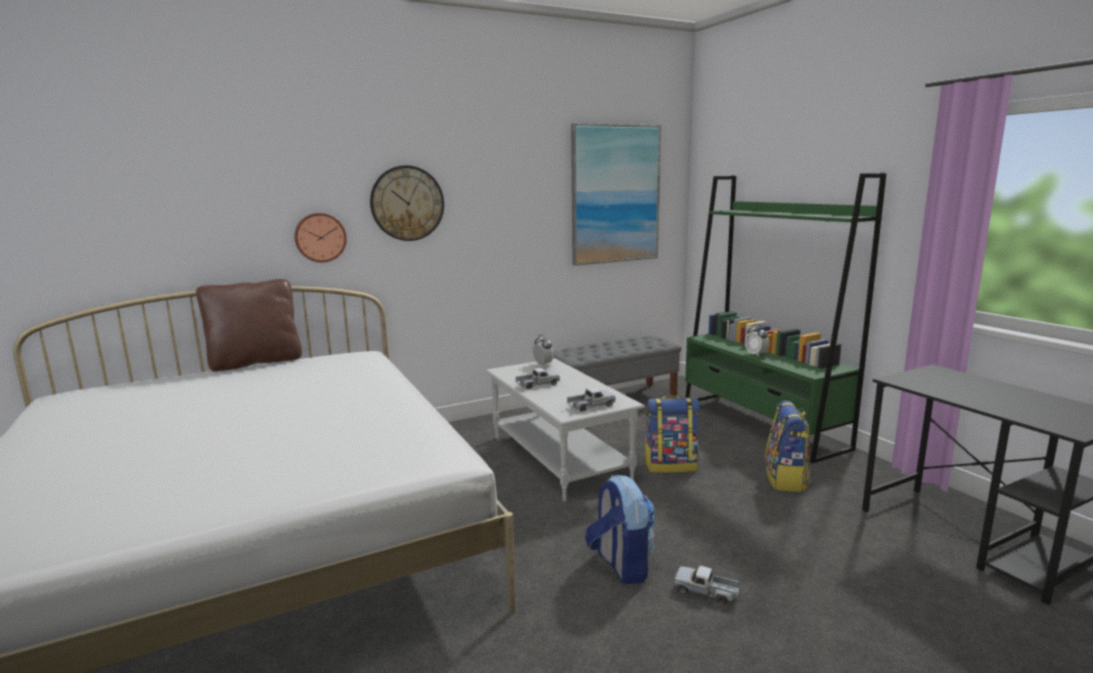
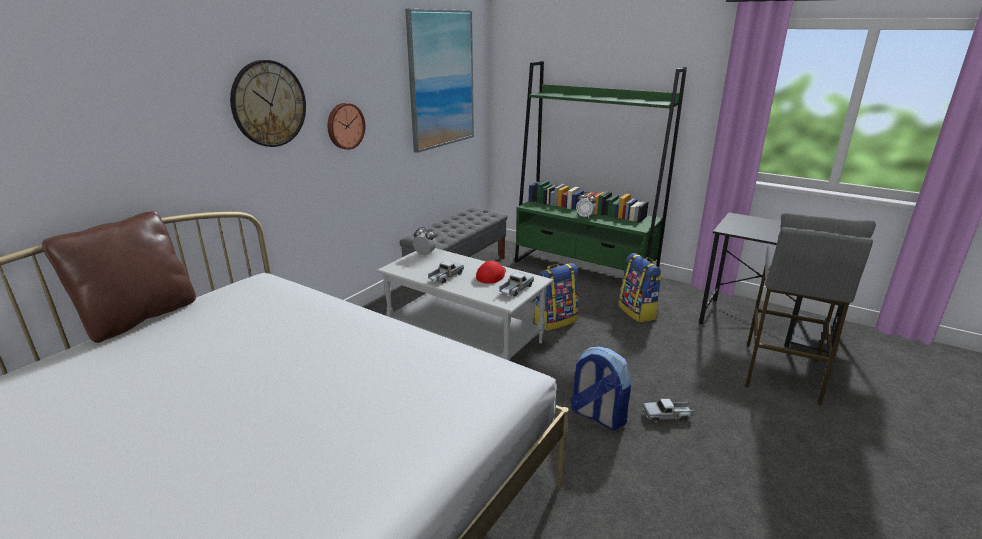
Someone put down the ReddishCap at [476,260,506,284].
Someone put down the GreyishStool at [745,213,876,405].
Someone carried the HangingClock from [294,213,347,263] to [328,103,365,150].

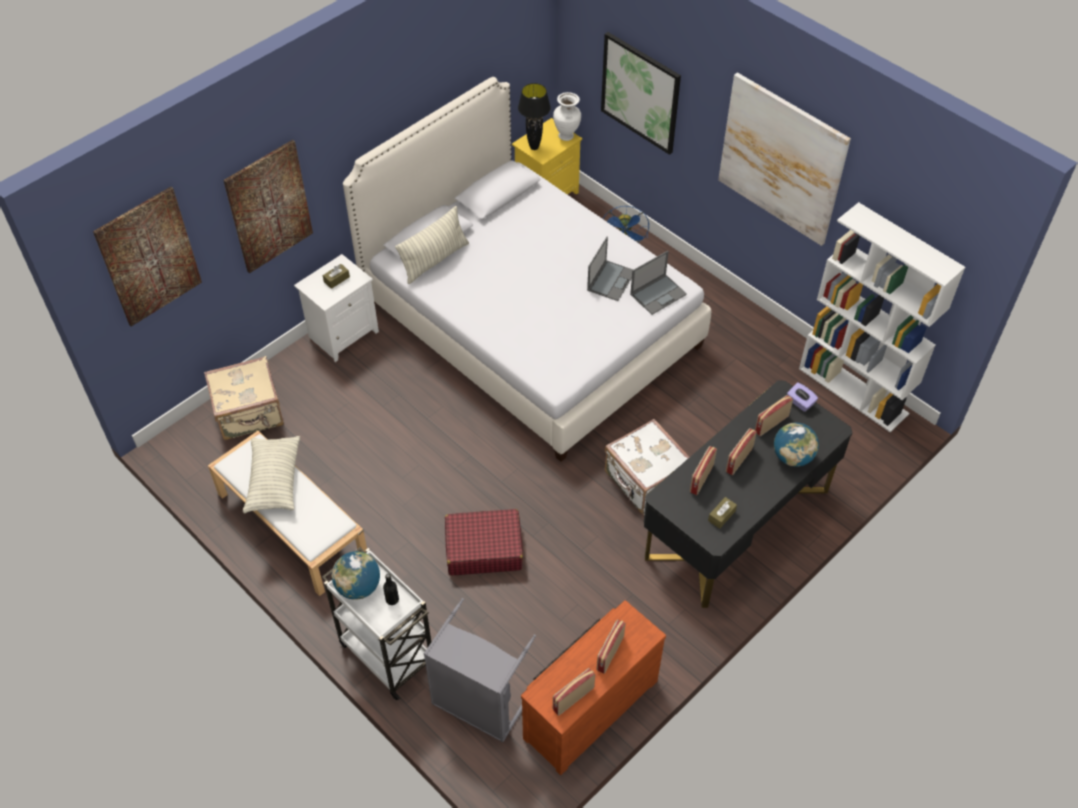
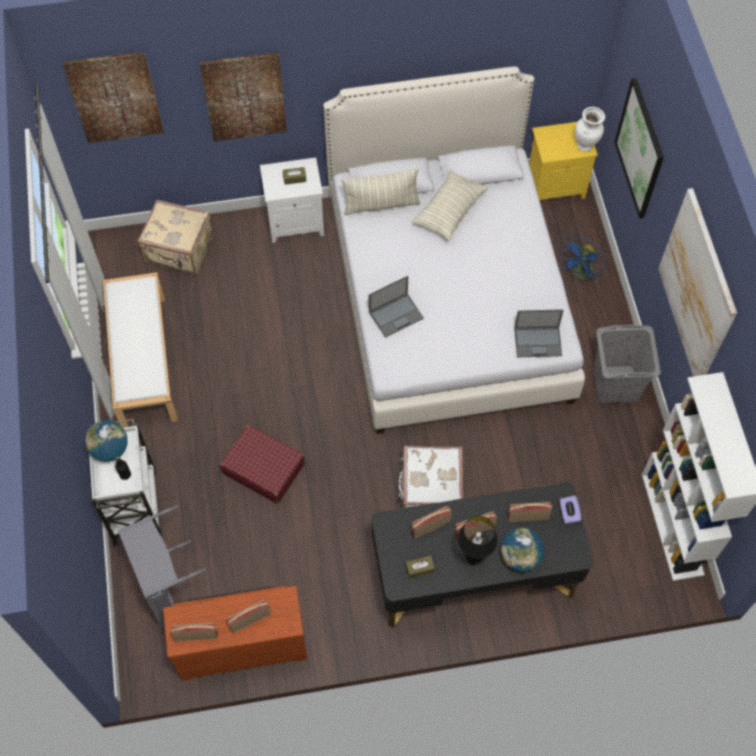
Someone put down the GreyishLaundryBasket at [594,325,661,403].
Someone carried the Pillow from [243,436,300,513] to [412,170,488,241].
Someone carried the BlackColouredLampForATable from [518,83,551,150] to [457,516,498,565].
Someone carried the NotebookComputer from [587,237,633,301] to [368,276,424,337].

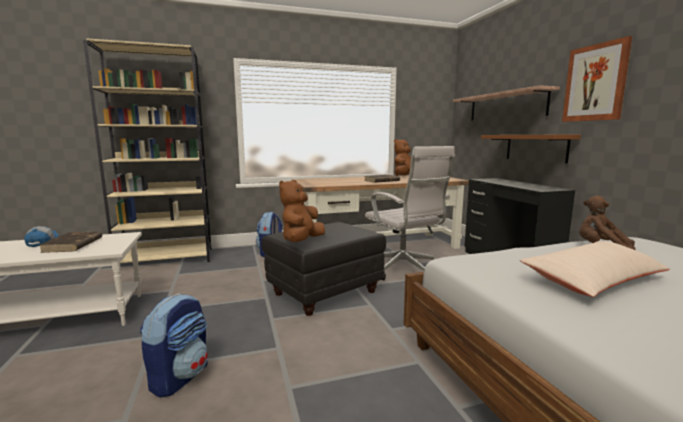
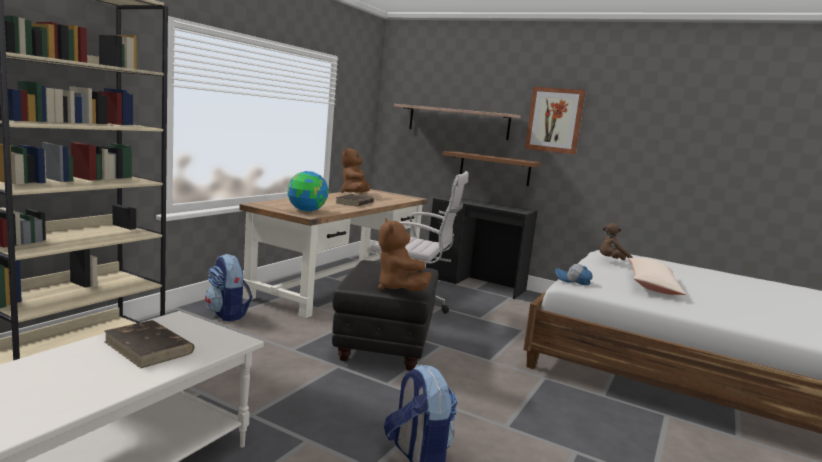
Someone put down the Globe at [287,171,328,212].
Someone carried the Cap from [24,226,59,247] to [555,264,593,285].

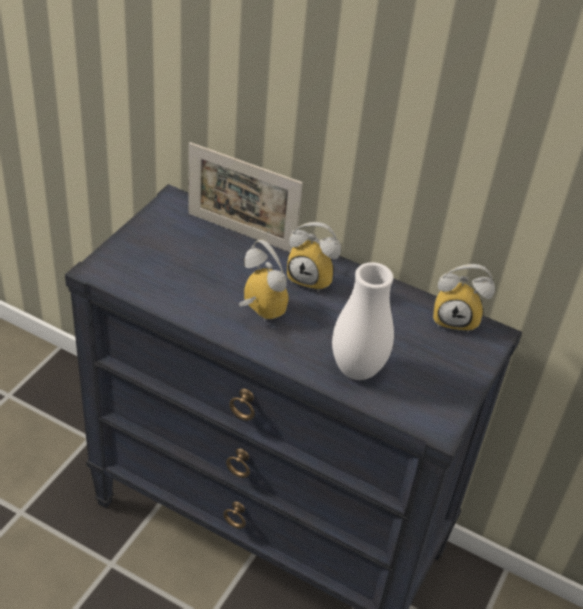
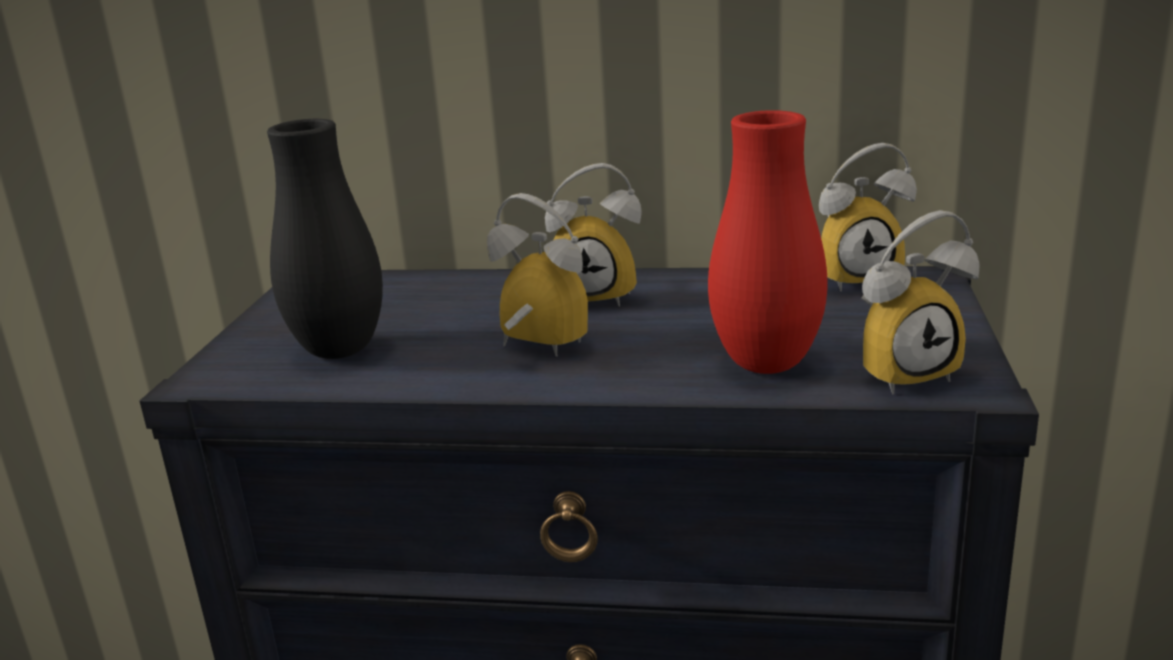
Someone took away the PictureFrame at [188,142,303,252].
Someone put down the BlackColouredDecorativeVase at [267,119,383,359].
Someone put down the BedsideClock at [861,210,980,394].
Someone repainted the WhitishDecorativeVase at [332,262,394,380], which became the ReddishDecorativeVase at [708,110,828,374].

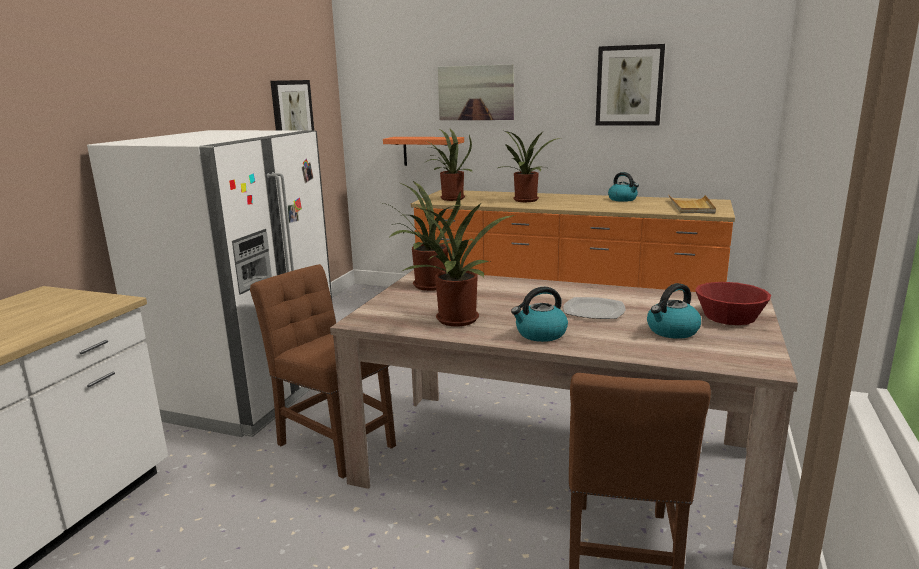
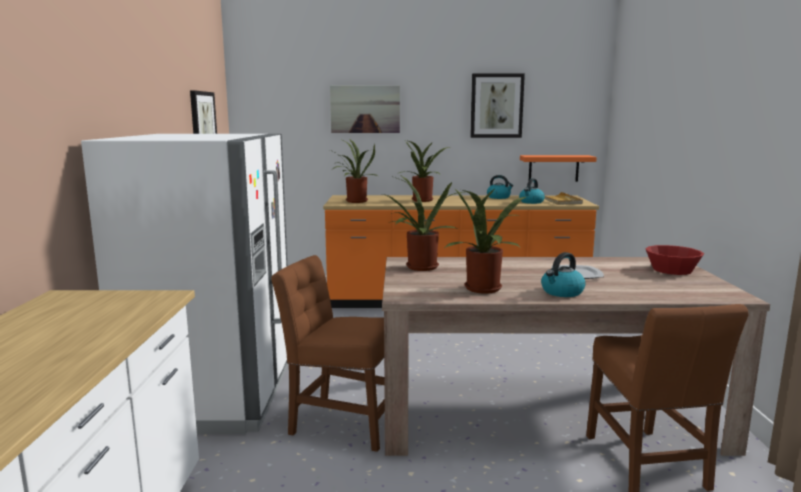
Someone carried the OrangeWallShelf from [383,137,464,166] to [520,155,597,182].
Someone carried the TeaKettle from [647,283,701,339] to [519,178,545,204].

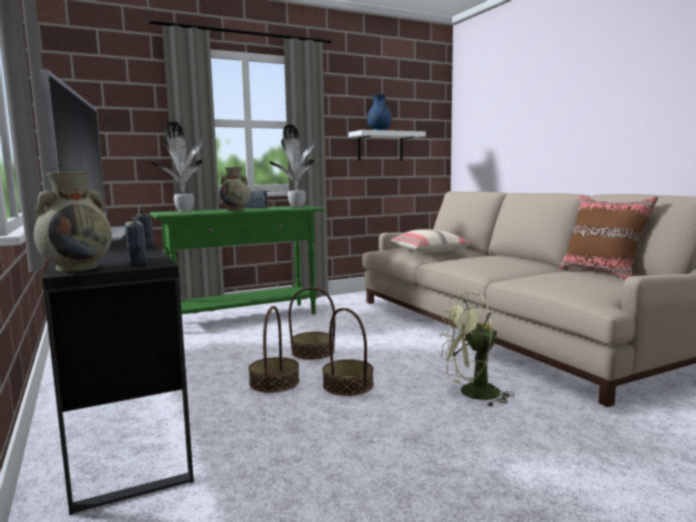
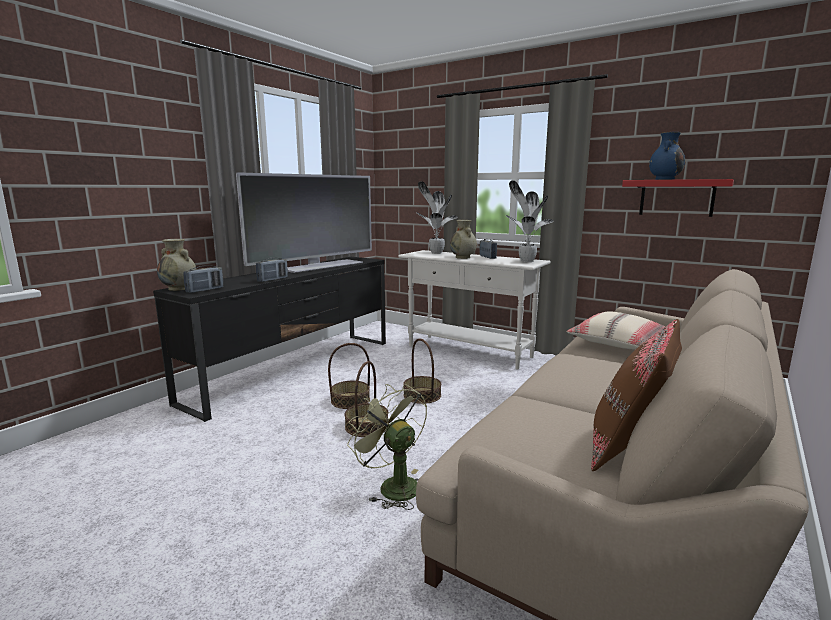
Someone repainted the GreenColouredHallTable at [150,206,325,314], which became the WhitishHallTable at [398,250,551,370].
Someone repainted the WhitishWallShelf at [349,130,426,161], which became the ReddishWallShelf at [622,179,734,217].

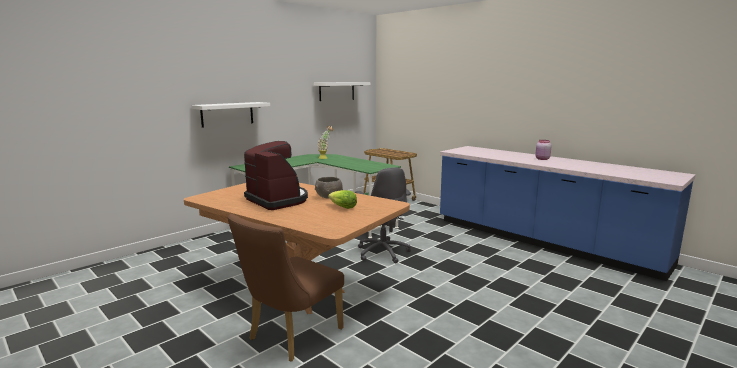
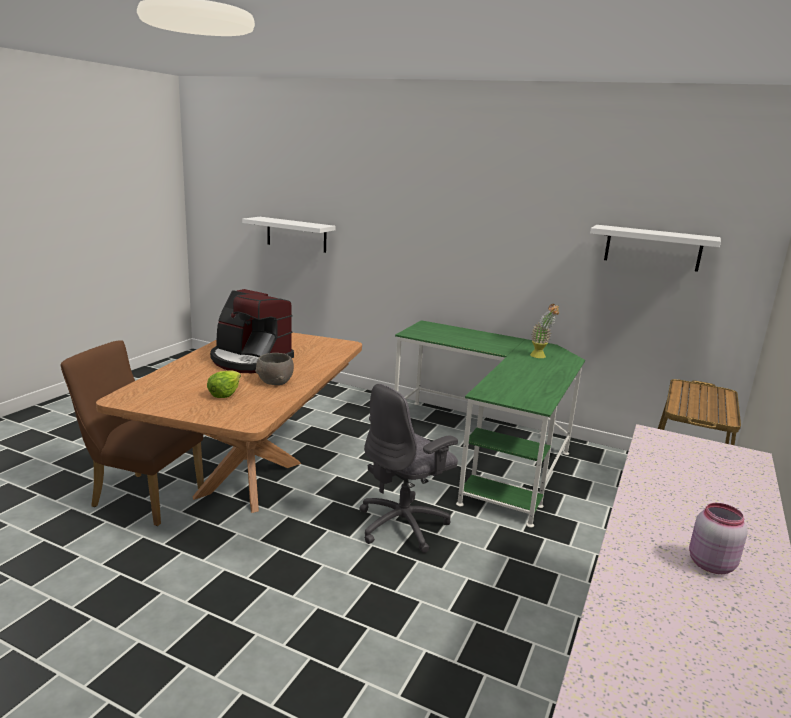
Someone carried the WhitishWallShelf from [191,102,270,127] to [242,217,336,253].
Someone rotated the CoffeeMachine at [244,141,308,210] by 90 degrees clockwise.

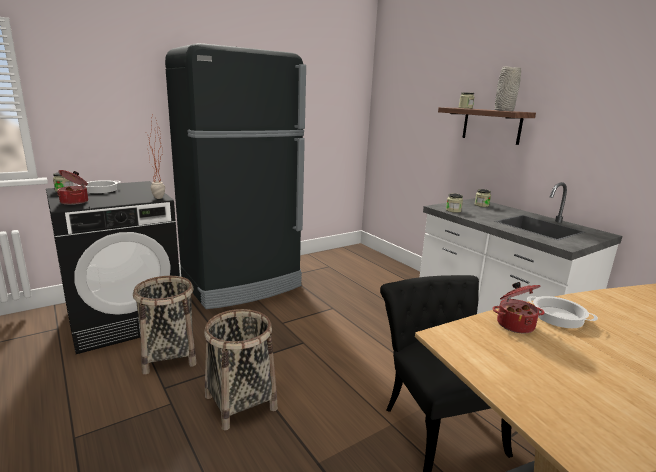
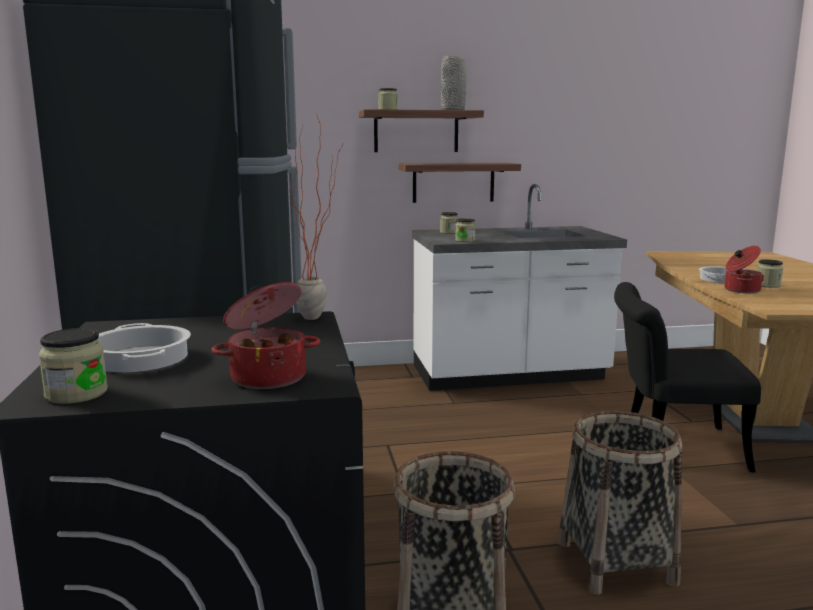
Someone put up the WallShelf at [399,163,521,203].
Someone put down the PreserveJar at [757,259,783,288].

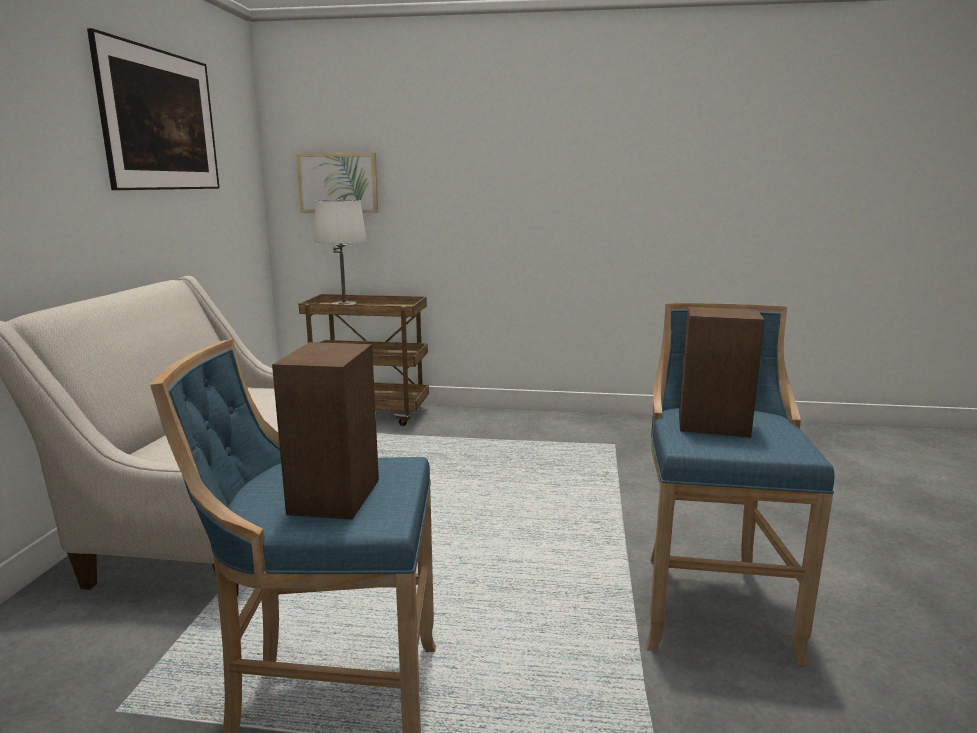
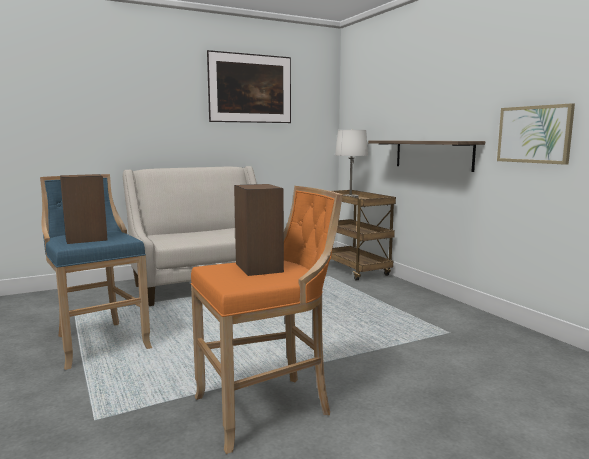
Someone put up the WallShelf at [368,141,485,172].
Someone carried the WallPicture from [296,153,378,213] to [497,103,575,165].
Someone repainted the BluishStool at [646,303,834,666], which became the OrangeStool at [191,186,343,454].

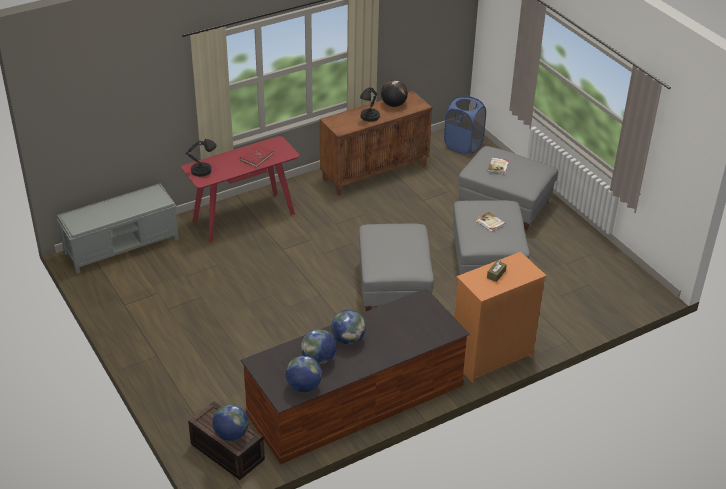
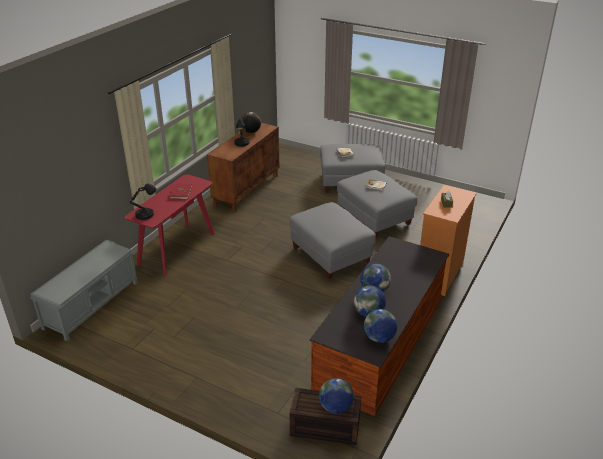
Someone took away the BluishLaundryBasket at [444,96,486,154].

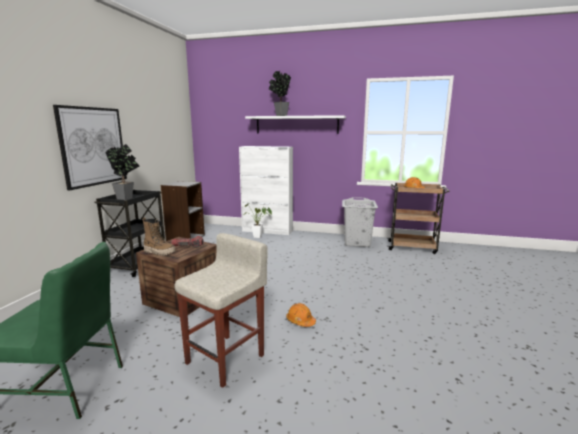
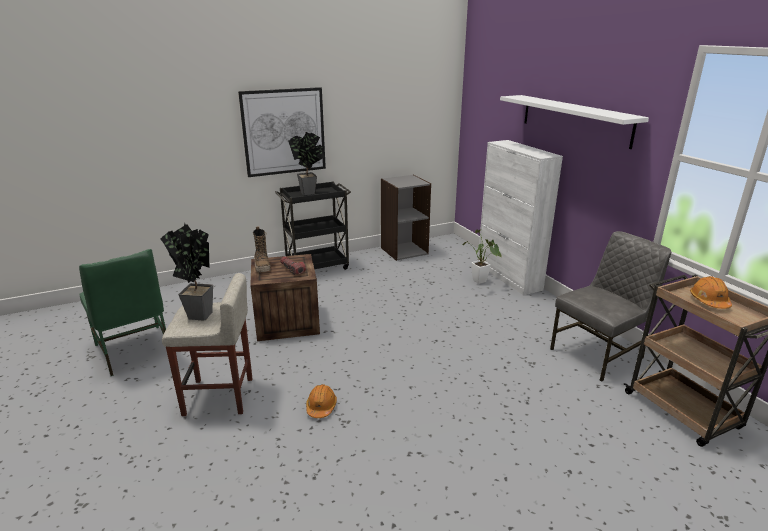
Someone carried the PlantInAPot from [269,71,291,116] to [161,223,213,321].
Someone swapped the GreyishLaundryBasket at [342,197,378,247] for the GreyishUprightChair at [550,231,671,382].

